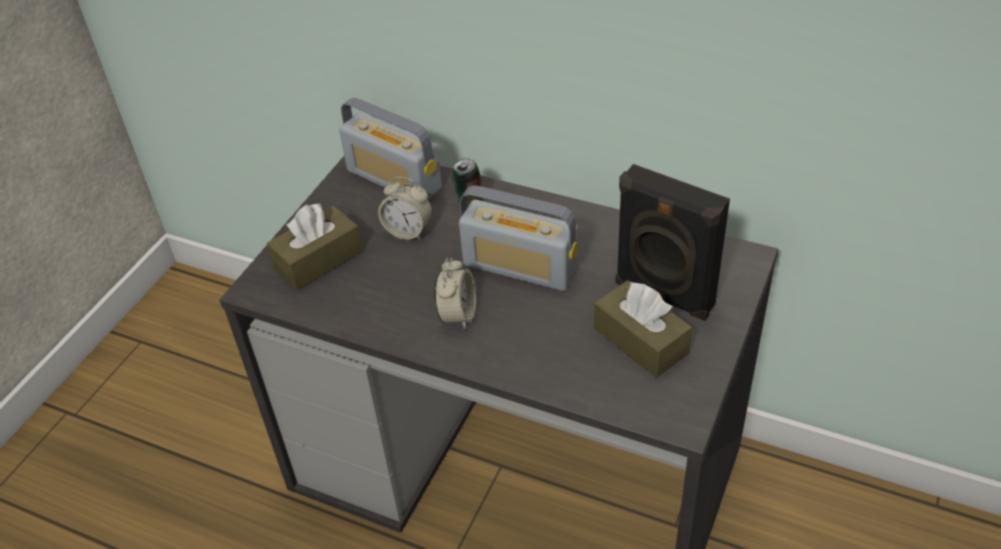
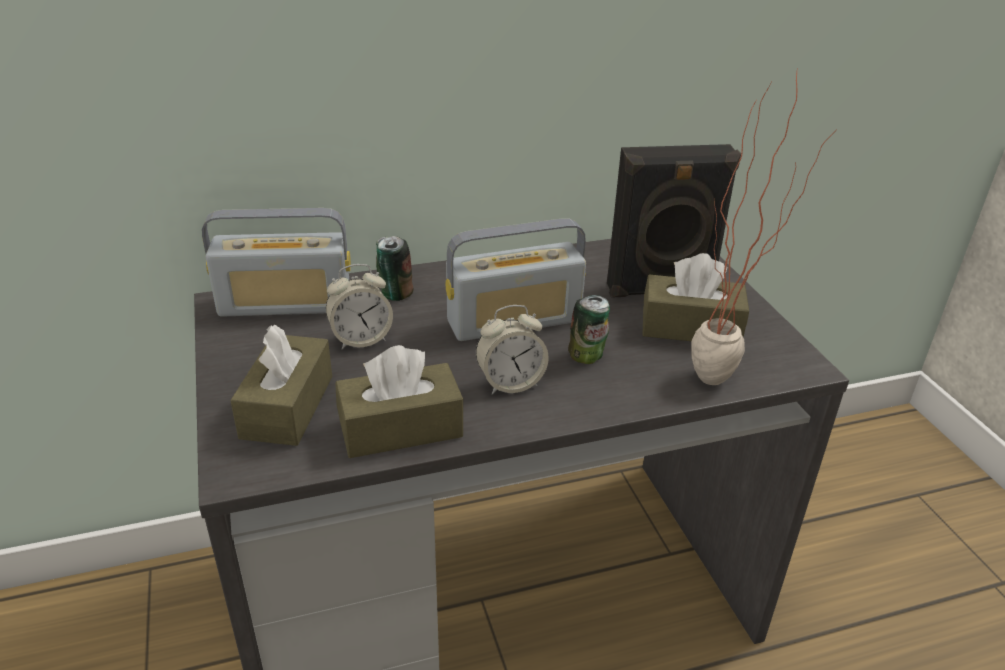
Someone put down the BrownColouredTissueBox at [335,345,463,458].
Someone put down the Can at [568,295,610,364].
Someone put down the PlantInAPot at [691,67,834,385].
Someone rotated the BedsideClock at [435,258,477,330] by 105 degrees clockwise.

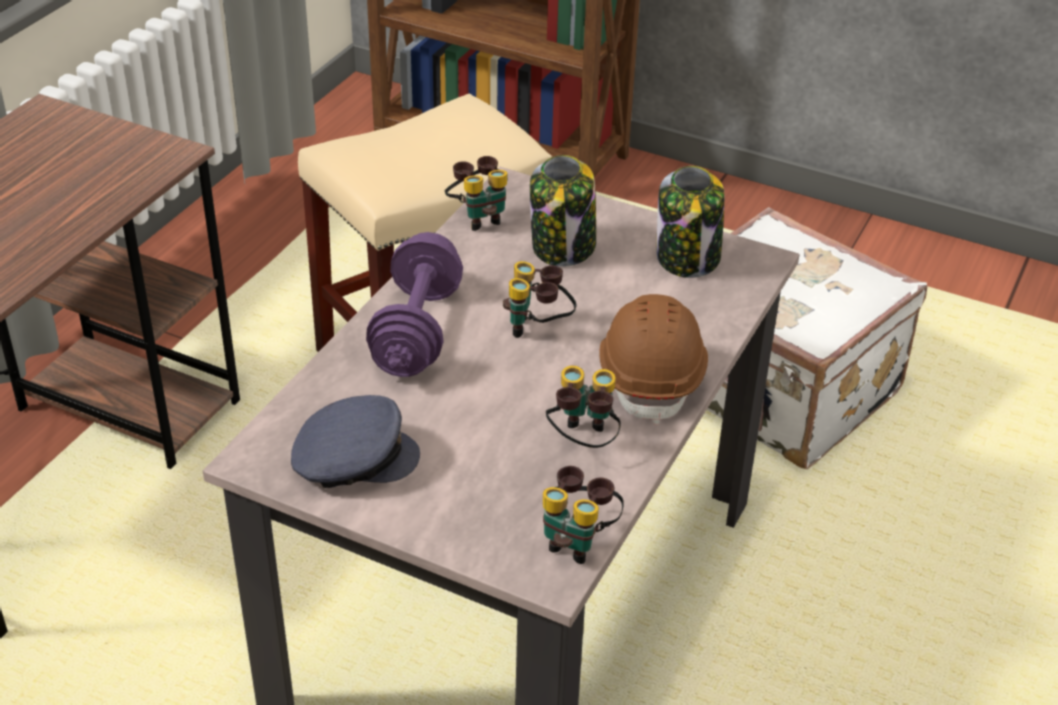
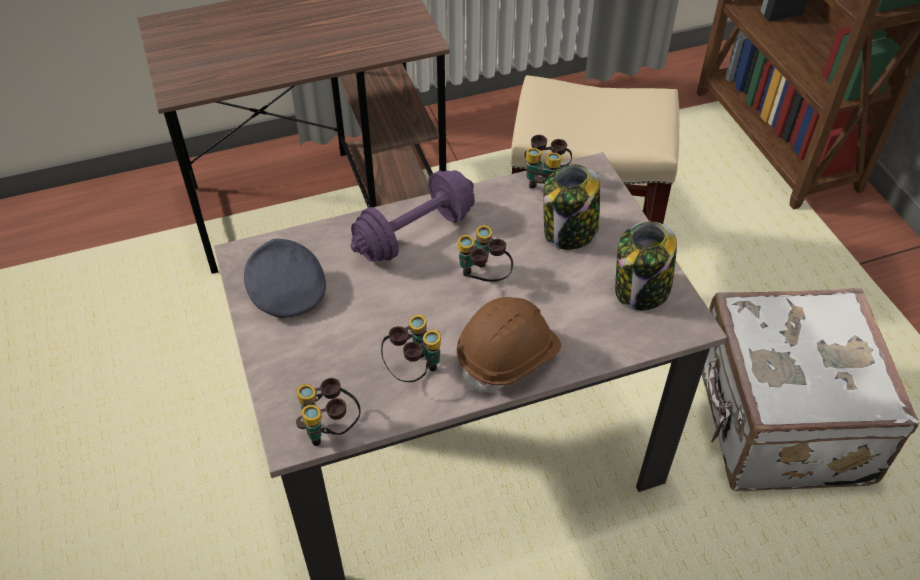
Someone rotated the GreyishCap at [291,395,420,488] by 150 degrees counterclockwise.

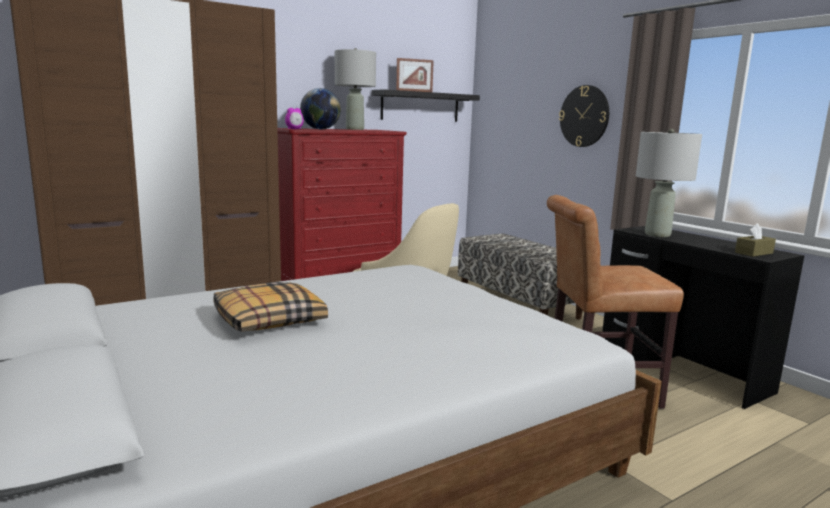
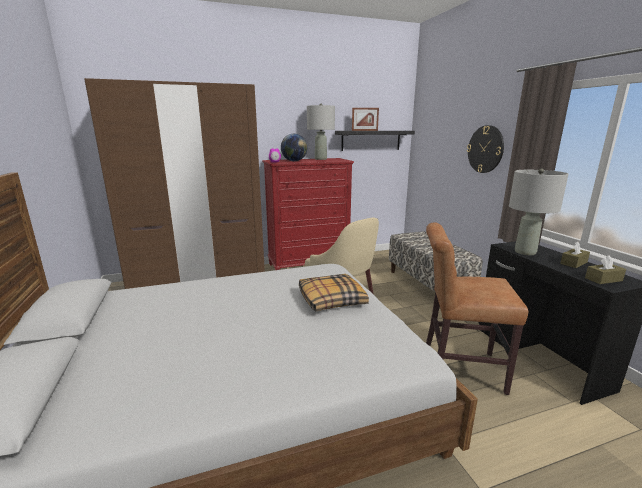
Someone put down the BrownColouredTissueBox at [560,242,590,268].
Someone carried the Pillow from [213,282,328,332] to [299,274,369,311].

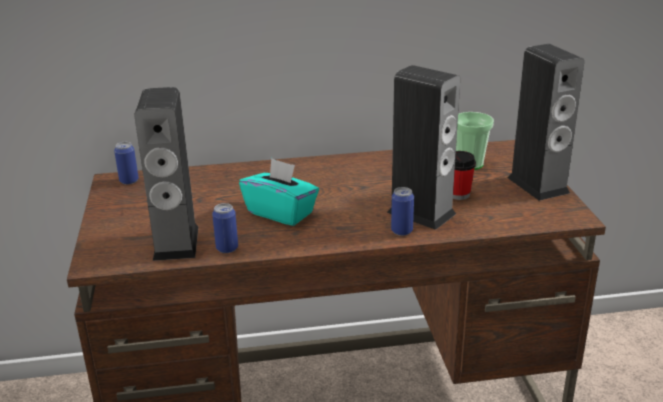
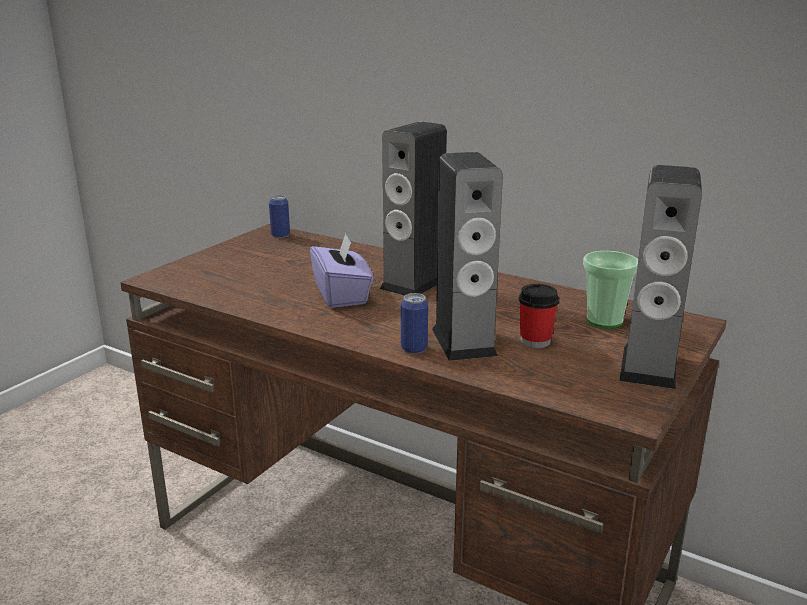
Someone took away the Can at [212,203,238,253].
Someone carried the Speaker from [134,87,198,261] to [380,121,447,296].
Someone repainted the BlueGreenTissueBox at [239,158,319,226], which became the PurpleColouredTissueBox at [310,233,374,308].

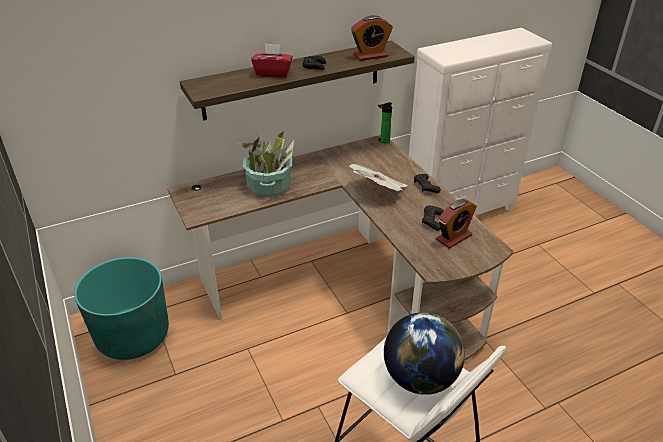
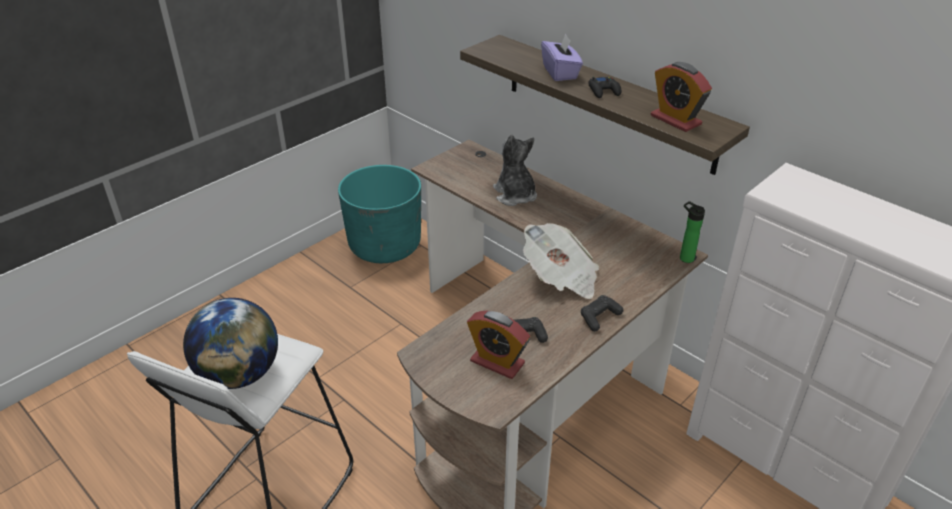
Someone swapped the PlantInAPot at [238,131,294,197] for the PlushToy at [493,134,537,206].
Someone repainted the ReddishTissueBox at [251,43,293,78], which became the PurpleColouredTissueBox at [541,33,583,81].

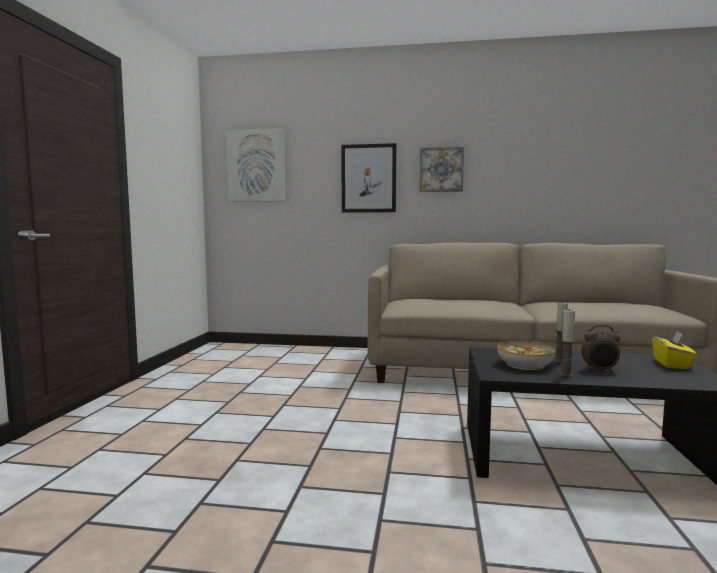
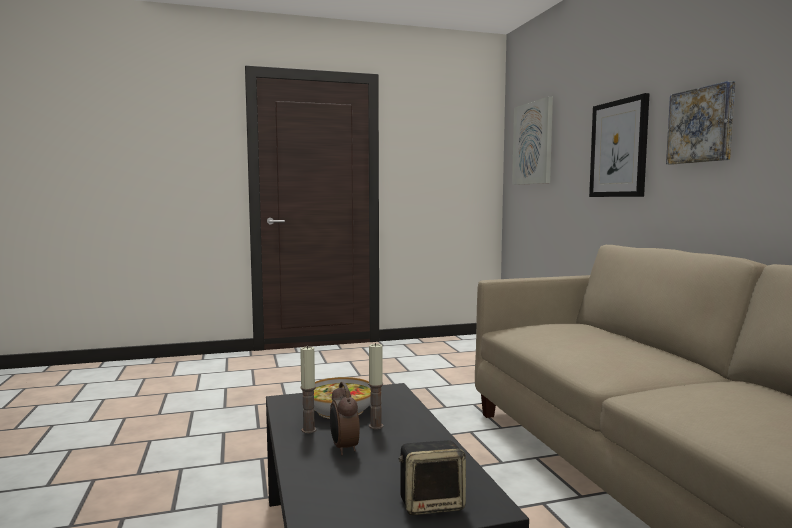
Someone swapped the YellowTissueBox at [652,331,697,369] for the Speaker at [399,440,466,515].

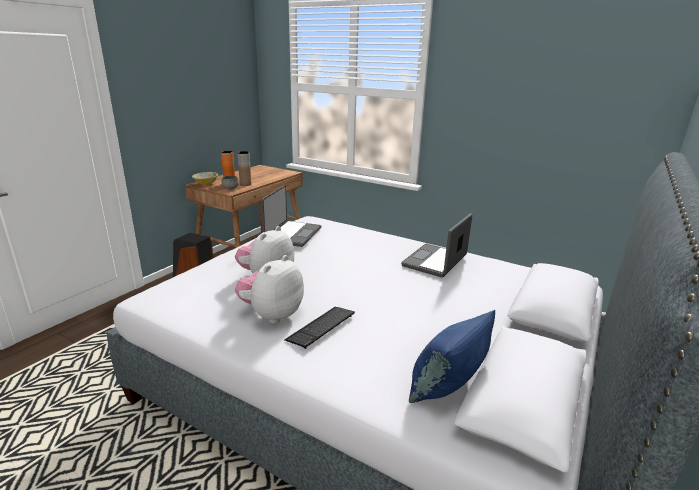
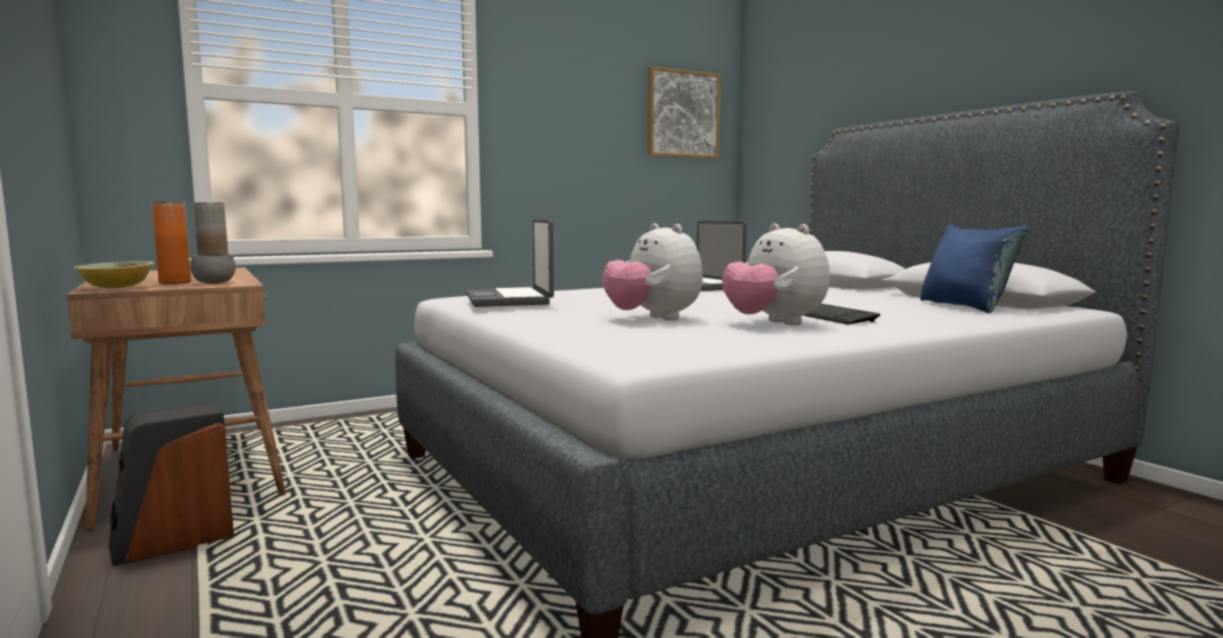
Someone put up the WallPicture at [648,66,721,159].
Someone rotated the NotebookComputer at [261,185,322,247] by 150 degrees counterclockwise.

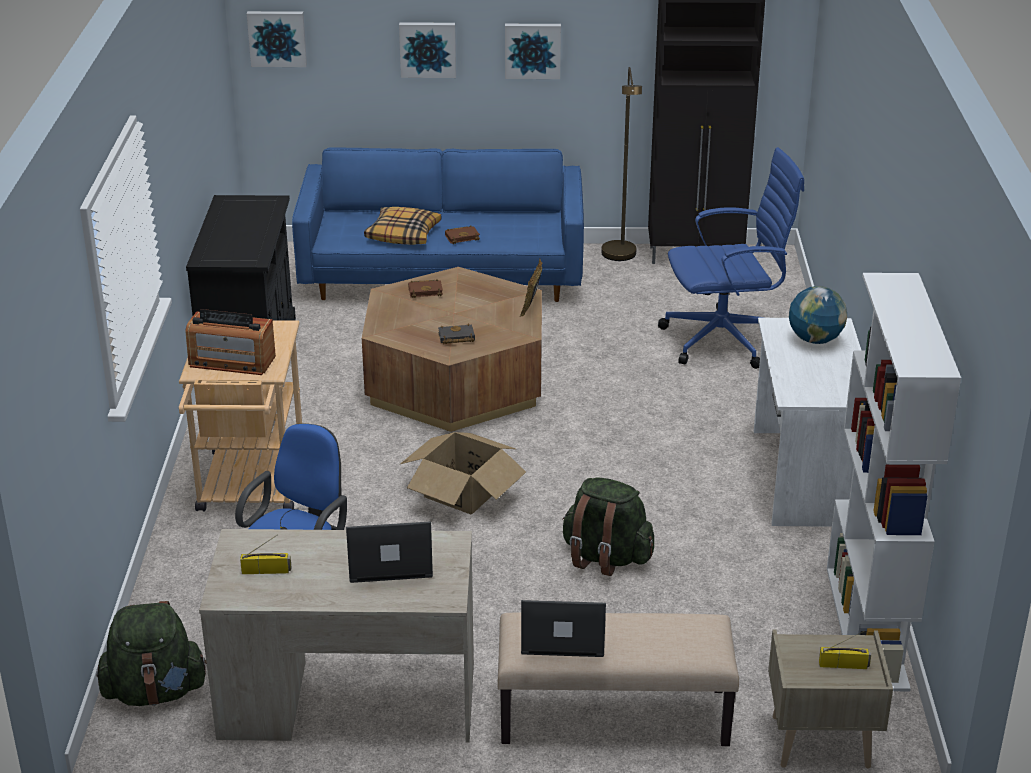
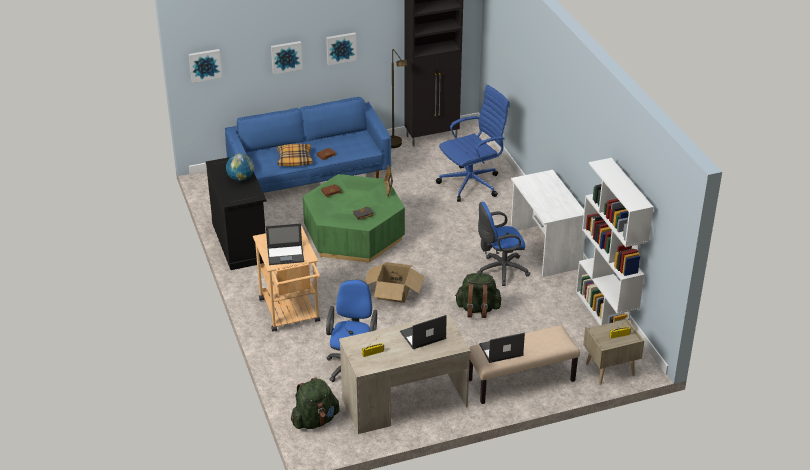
Someone put down the BluishOfficeChair at [477,202,530,286].
Someone carried the Globe from [789,286,847,344] to [226,153,254,181].
Someone swapped the RadioReceiver at [185,309,276,375] for the NotebookComputer at [266,223,304,265].
Someone repainted the BrownColouredLoungeTable at [362,267,542,432], which became the GreenColouredLoungeTable at [303,174,405,262].

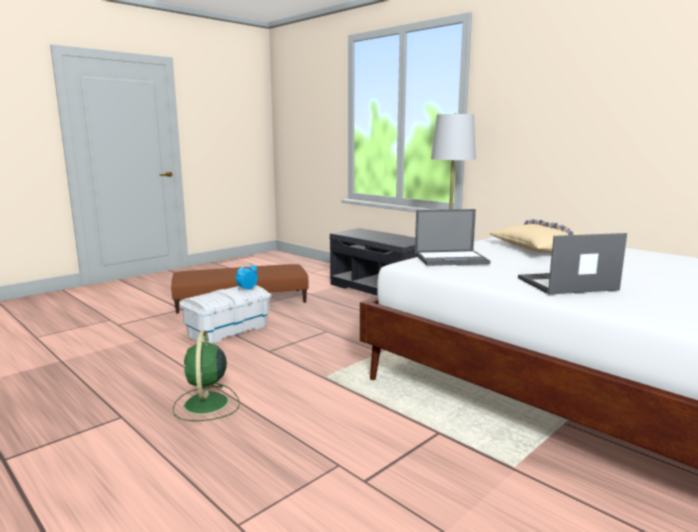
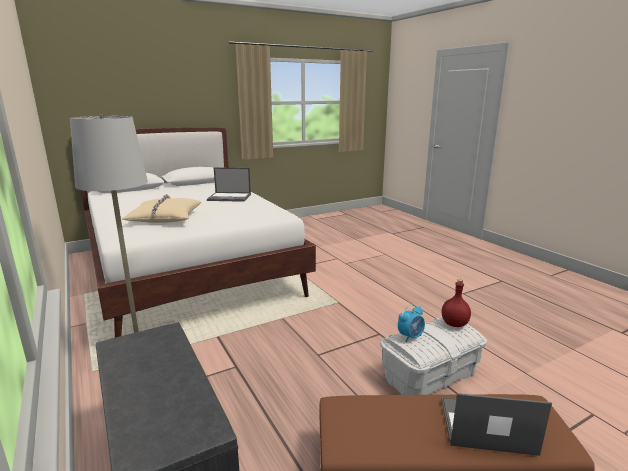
Someone took away the GreenColouredCoolingFan at [173,331,240,421].
Someone put down the ReddishBeverageBottle at [442,279,471,327].
Someone carried the NotebookComputer from [415,209,490,266] to [441,393,552,456].

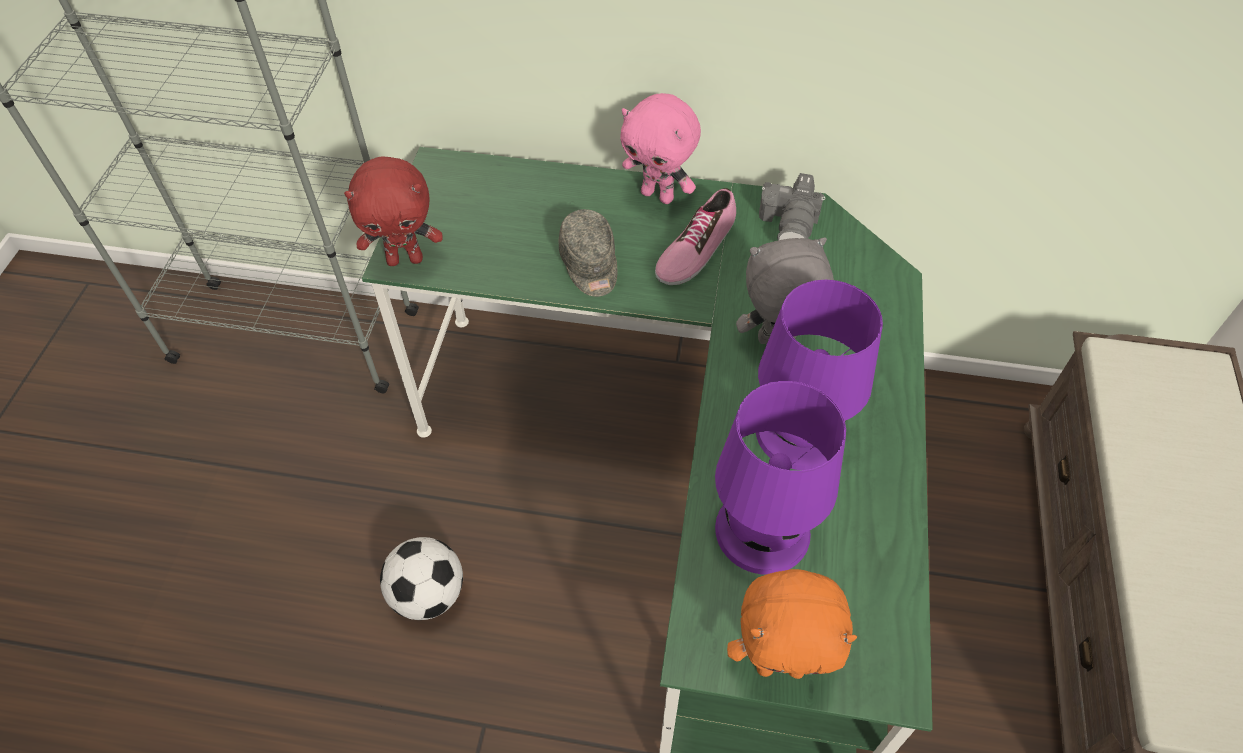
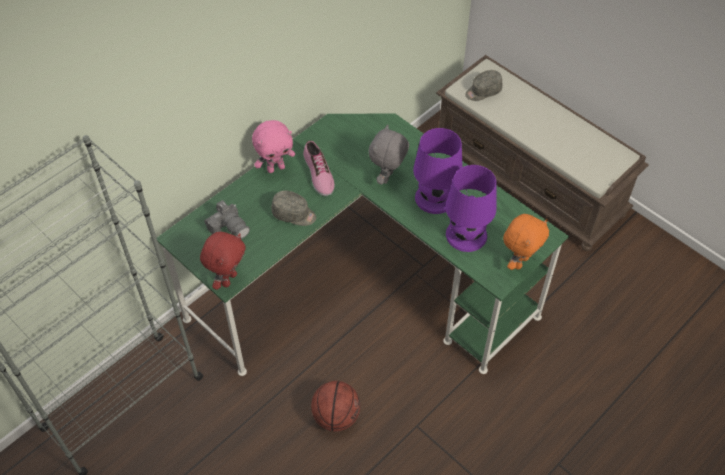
Someone put down the GreyishCap at [465,70,502,101].
Someone carried the PhotoCamera from [759,173,825,240] to [204,200,250,239].
Someone swapped the Football at [380,537,463,620] for the BasketballBall at [311,381,360,432].

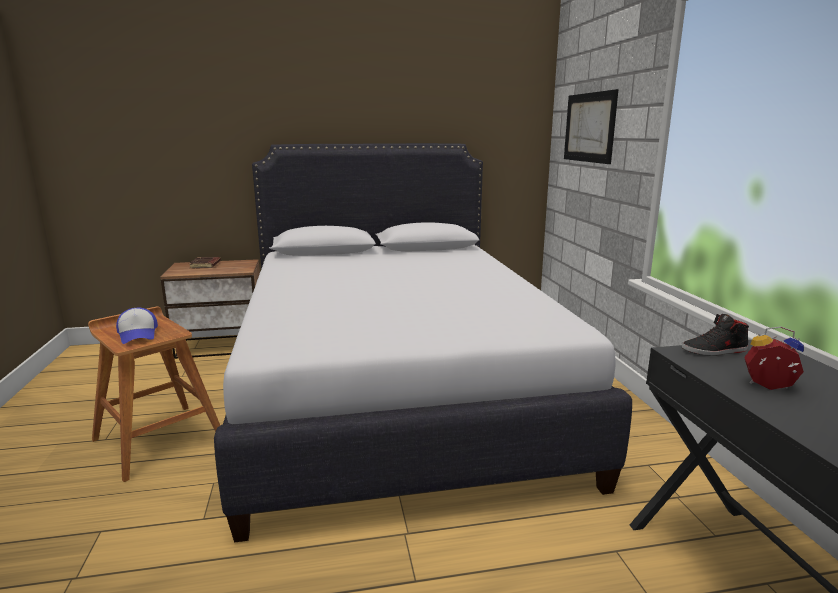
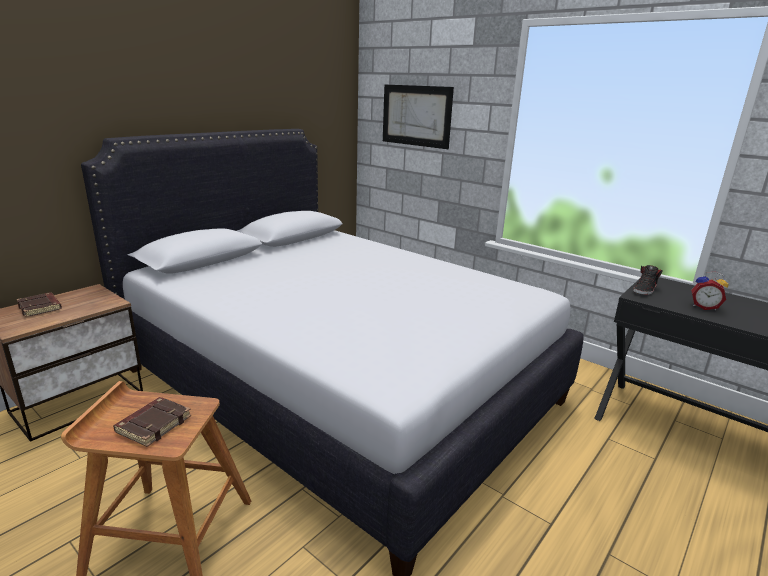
Someone swapped the Cap at [116,308,158,344] for the BrownColouredVolume at [113,397,191,447].
Someone rotated the BedsideClock at [744,326,804,390] by 135 degrees counterclockwise.

